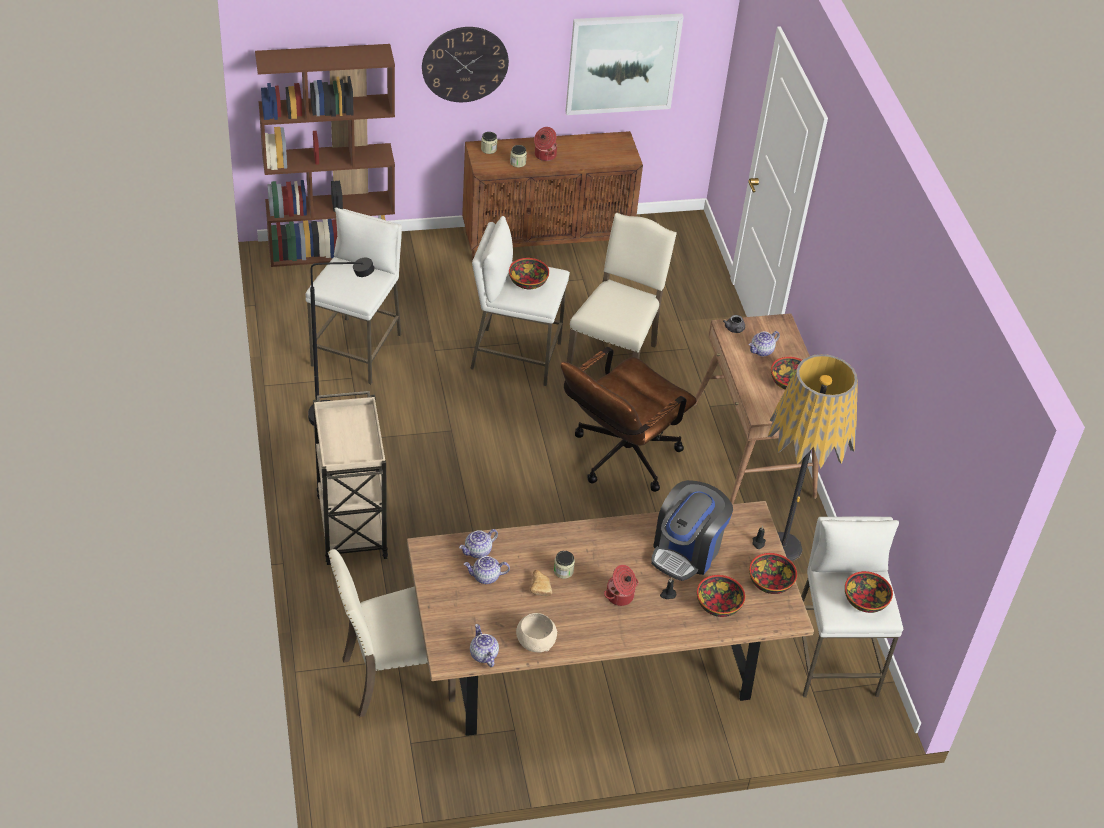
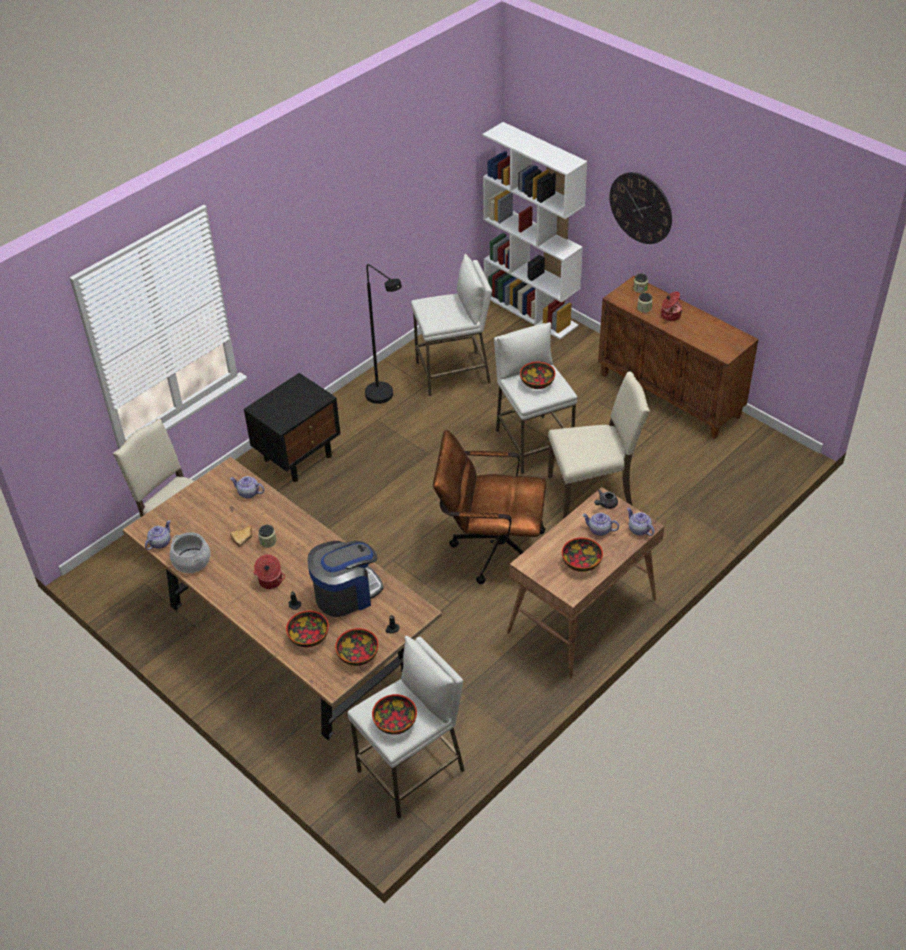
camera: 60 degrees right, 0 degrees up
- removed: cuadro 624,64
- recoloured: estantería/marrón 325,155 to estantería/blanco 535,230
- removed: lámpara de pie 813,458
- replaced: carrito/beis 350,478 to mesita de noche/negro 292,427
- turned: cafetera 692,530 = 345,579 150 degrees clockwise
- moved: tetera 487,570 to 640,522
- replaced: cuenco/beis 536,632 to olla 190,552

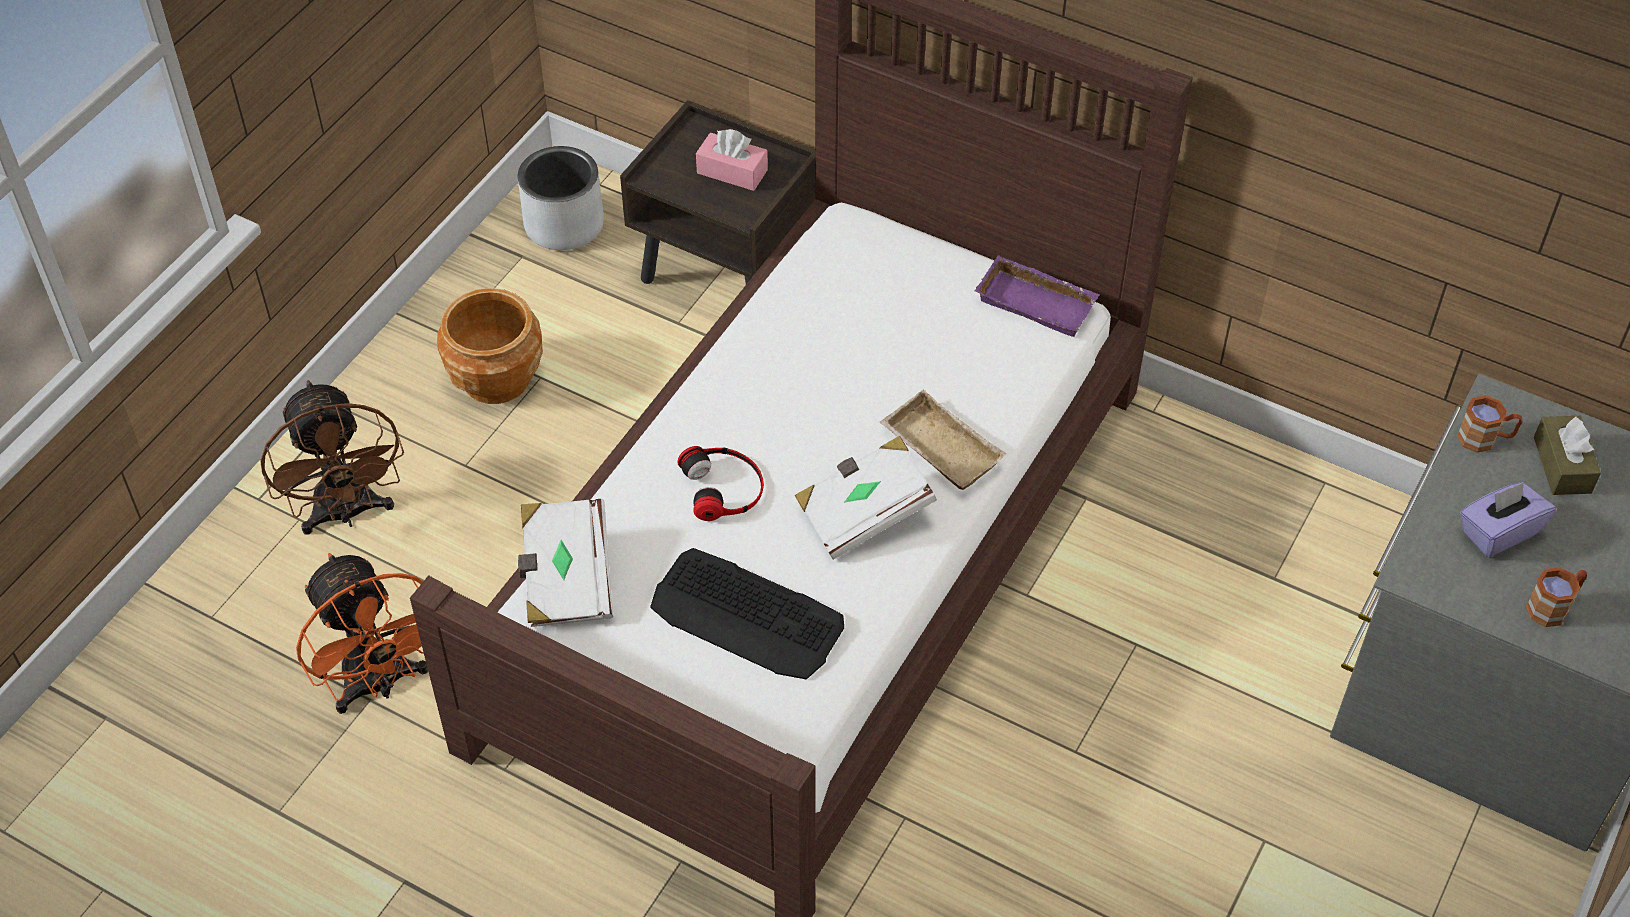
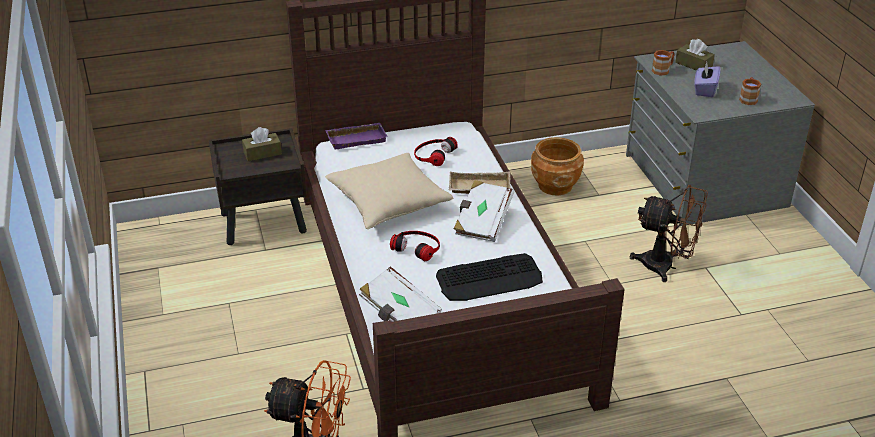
camera: 45 degrees left, 15 degrees down
- recoloured: caja de pañuelos/rosa 732,160 to caja de pañuelos/marrón 262,144
- removed: maceta/gris 561,198
- moved: bandeja/morado 1037,296 to 356,136
- moved: maceta/marrón 490,346 to 557,166
- moved: ventilador/marrón 332,457 to 669,233
- added: auriculares 436,151
- added: cojín/beis 389,191

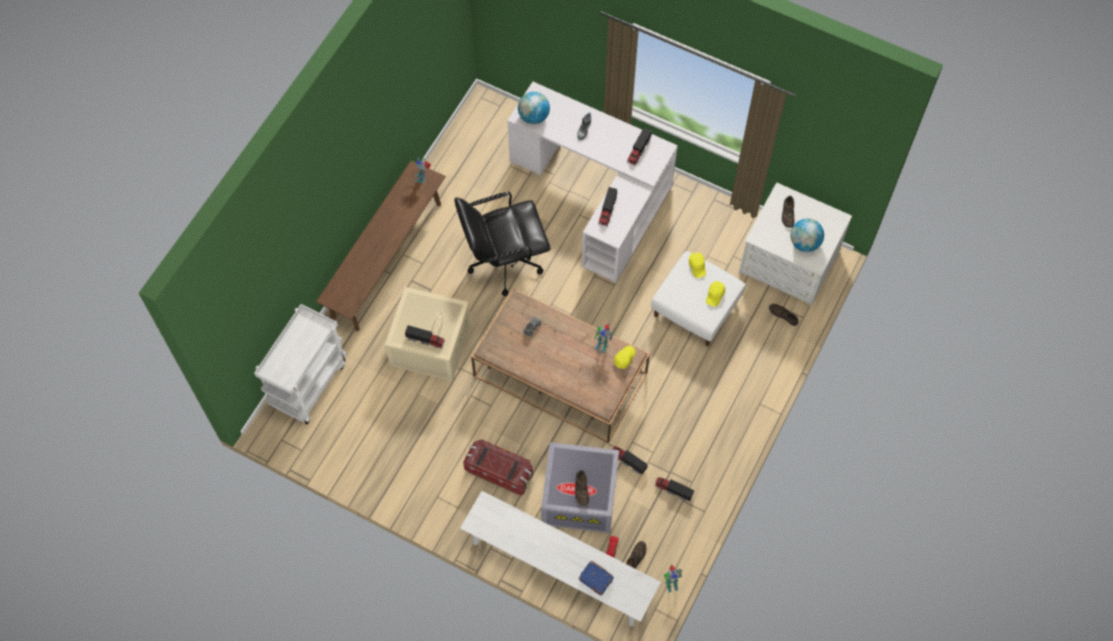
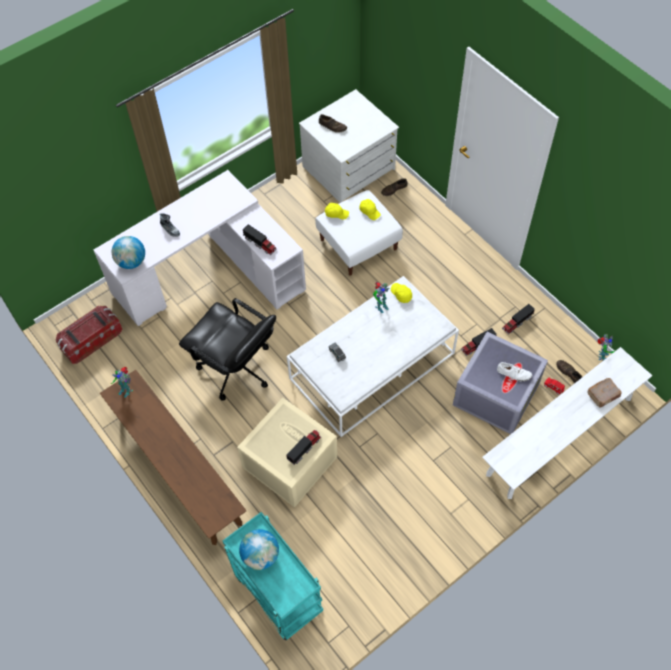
camera: 65 degrees left, 5 degrees down
- removed: camión de juguete 639,147
- turned: silla de oficina/negro 502,244 = 227,349 60 degrees counterclockwise
- moved: globo terráqueo 807,235 to 259,549
- recoloured: mesa de centro/marrón 560,365 to mesa de centro/blanco 373,356
- recoloured: carrito/blanco 300,364 to carrito/turquesa 273,576
- moved: caja de almacenaje 498,467 to 88,335
- recoloured: zapato/marrón 582,488 to zapato/blanco 514,371
- recoloured: libro/azul 596,578 to libro/marrón 605,393

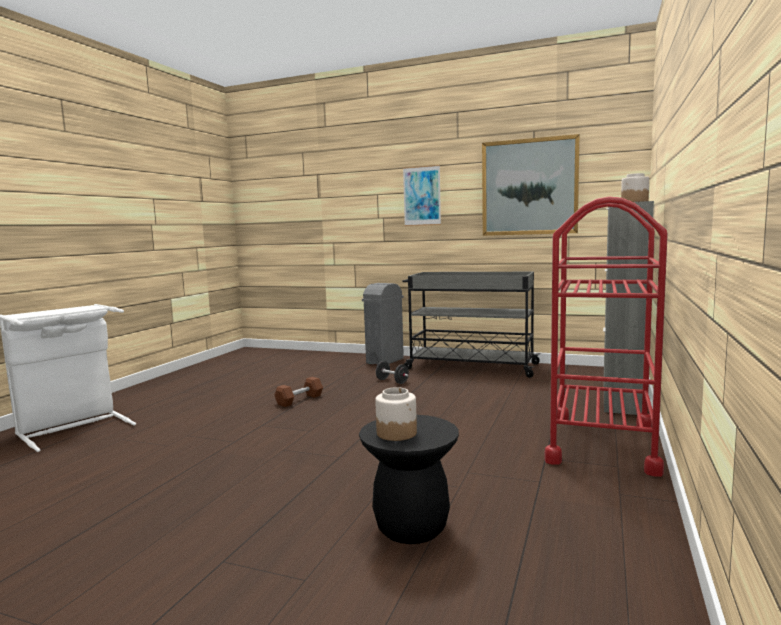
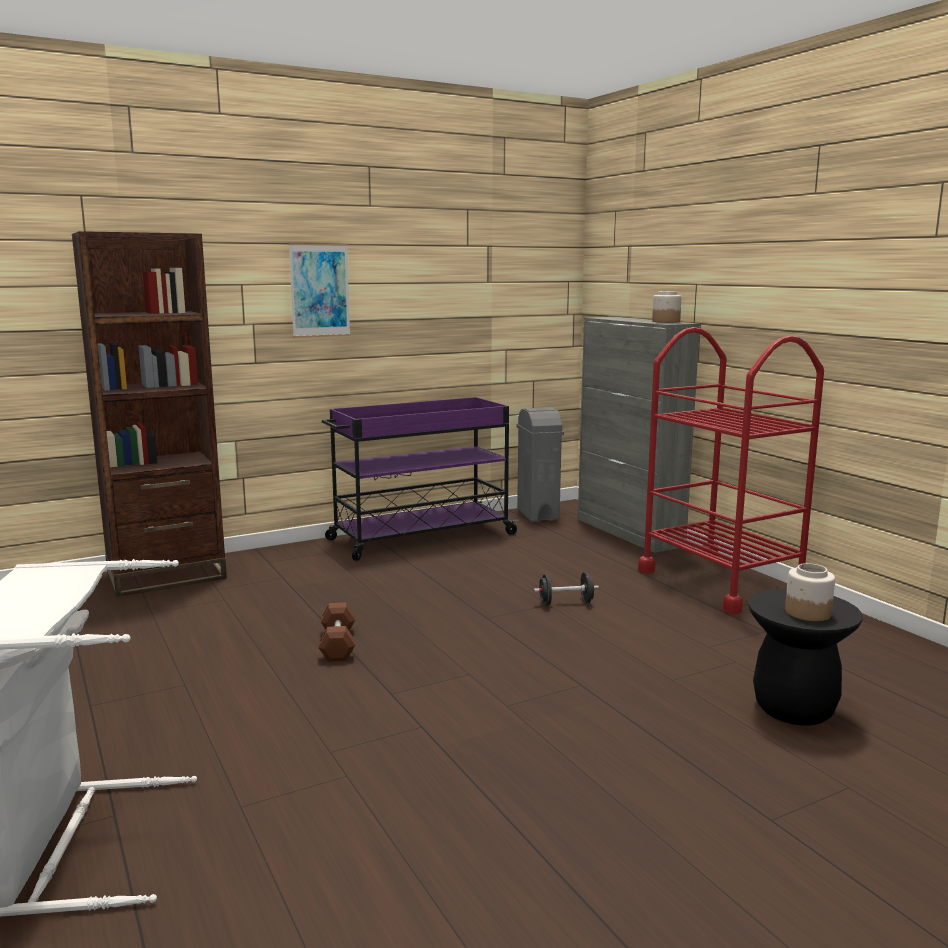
camera: 50 degrees left, 5 degrees up
- removed: cuadro 531,185
- recoloured: carrito/gris 472,325 to carrito/morado 420,479
- moved: papelera/gris 383,323 to 540,464
- moved: mancuerna/negro 392,372 to 566,589
- added: estantería/marrón 149,414

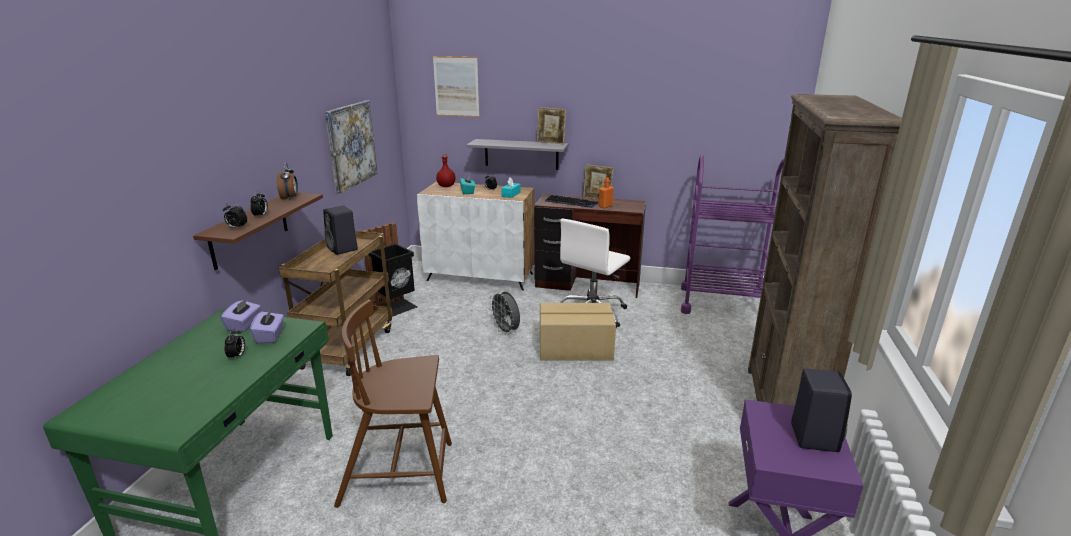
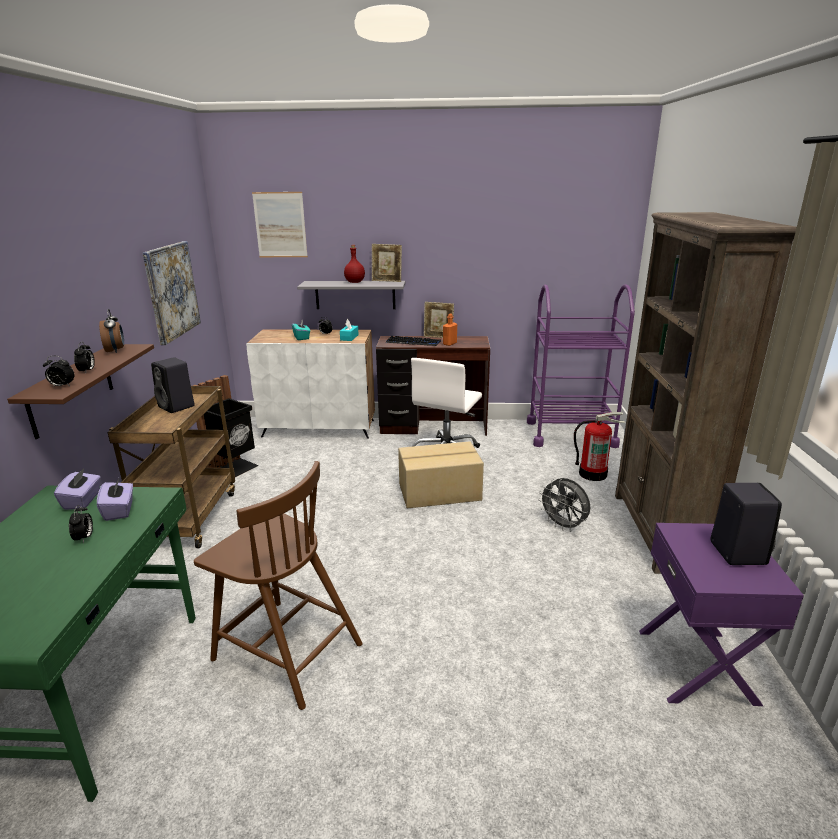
camera: 10 degrees left, 0 degrees up
- moved: botella/rojo 446,170 to 354,264
- moved: ventilador/gris 504,313 to 564,505
- turned: silla/marrón 393,404 = 278,585 135 degrees counterclockwise
- added: extintor 599,446

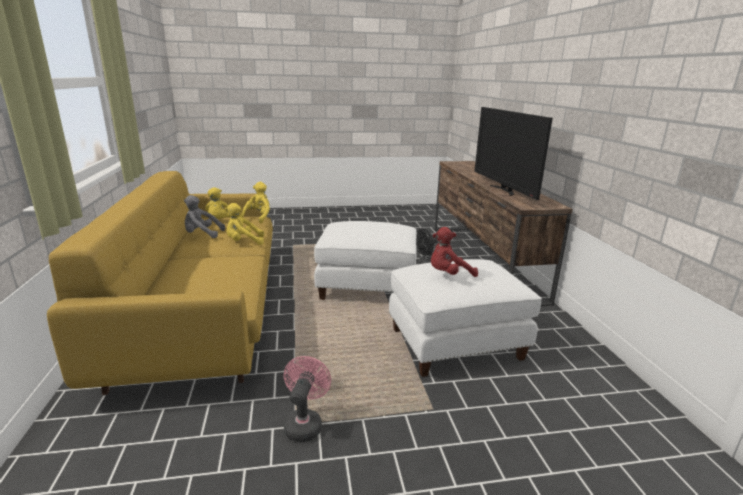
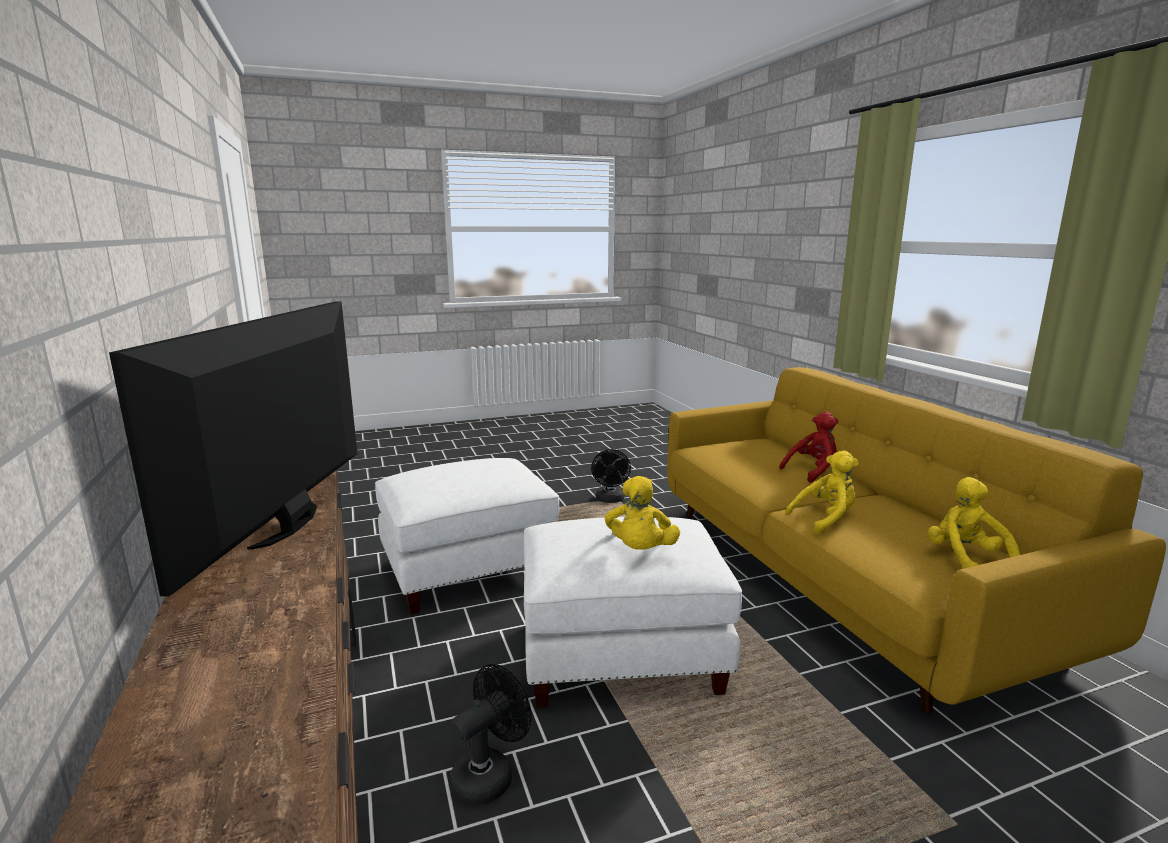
camera: 170 degrees right, 5 degrees down
- turned: televisor 513,153 = 233,449 150 degrees counterclockwise
- moved: peluche/amarillo 255,202 to 642,513
- removed: peluche/gris 204,216
- moved: peluche/rojo 454,252 to 809,447
- recoloured: ventilador/rosa 307,399 to ventilador/negro 611,476

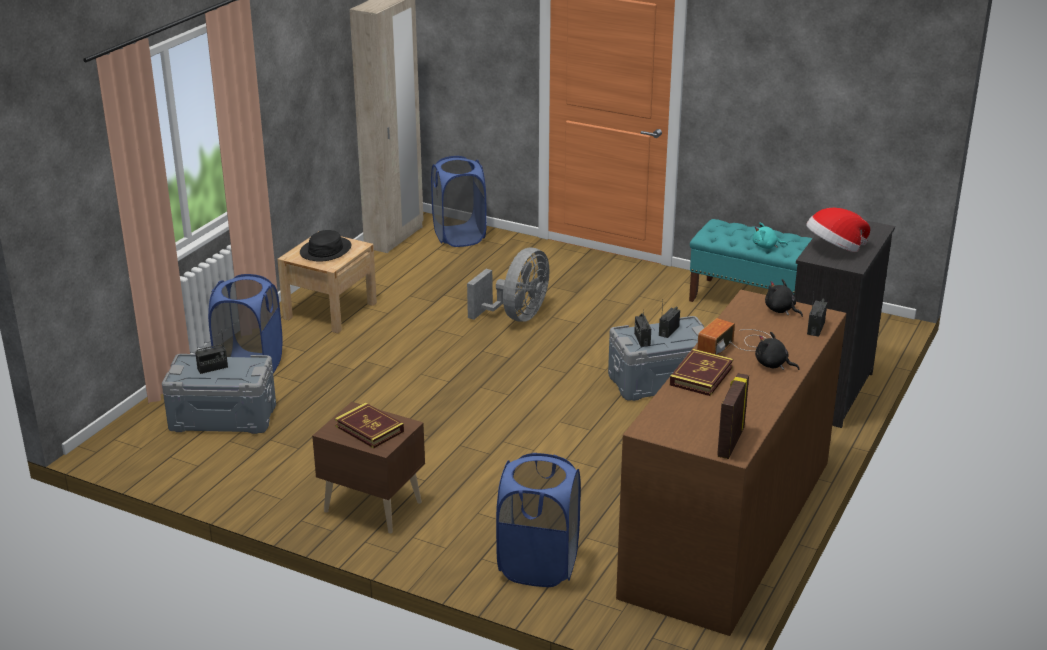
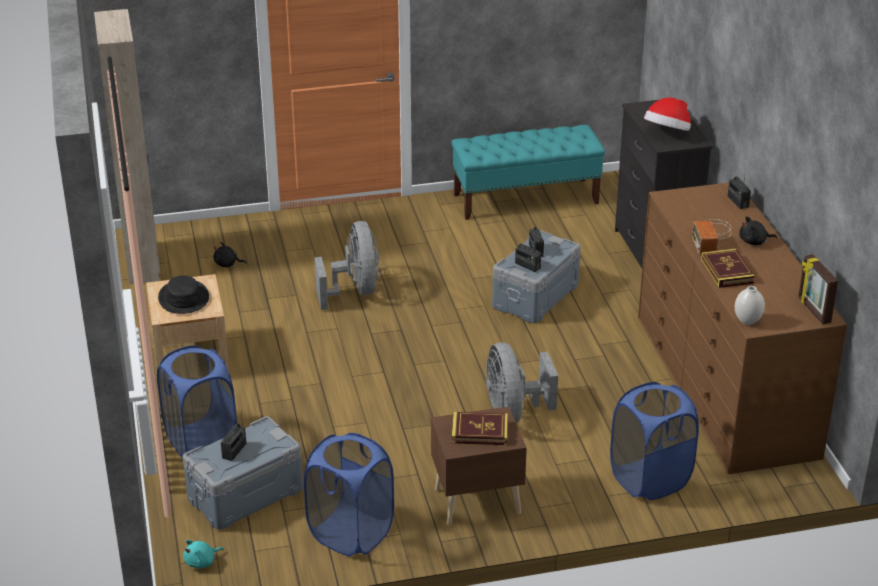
camera: 40 degrees left, 5 degrees up
- moved: cesto de la ropa/azul 459,201 to 349,494
- moved: peluche/turquesa 770,236 to 203,554
- moved: peluche/negro 784,298 to 230,254
- added: florero/blanco 750,305
- added: ventilador/gris 522,383

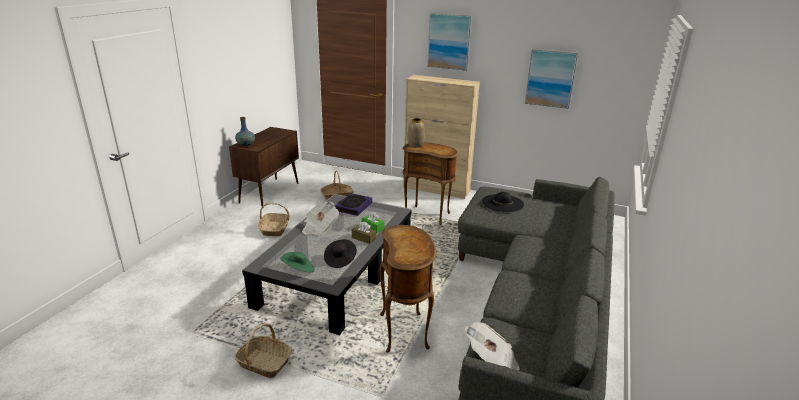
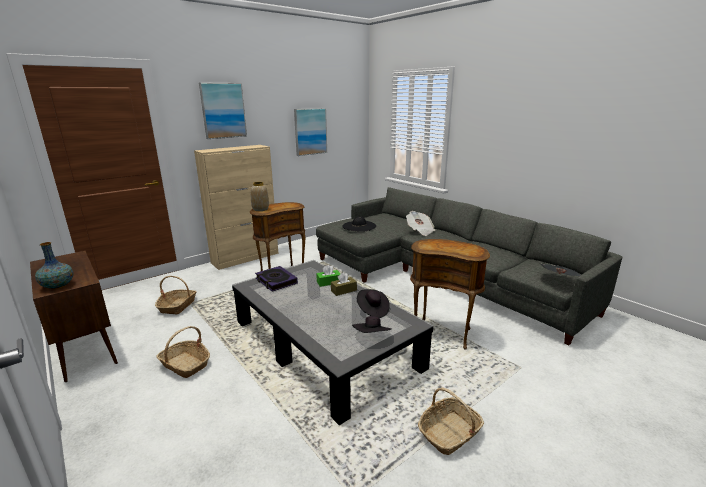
camera: 60 degrees left, 5 degrees down
- moved: periódico 320,218 to 420,223
- recoloured: sombrero/verde 297,262 to sombrero/negro 372,324

